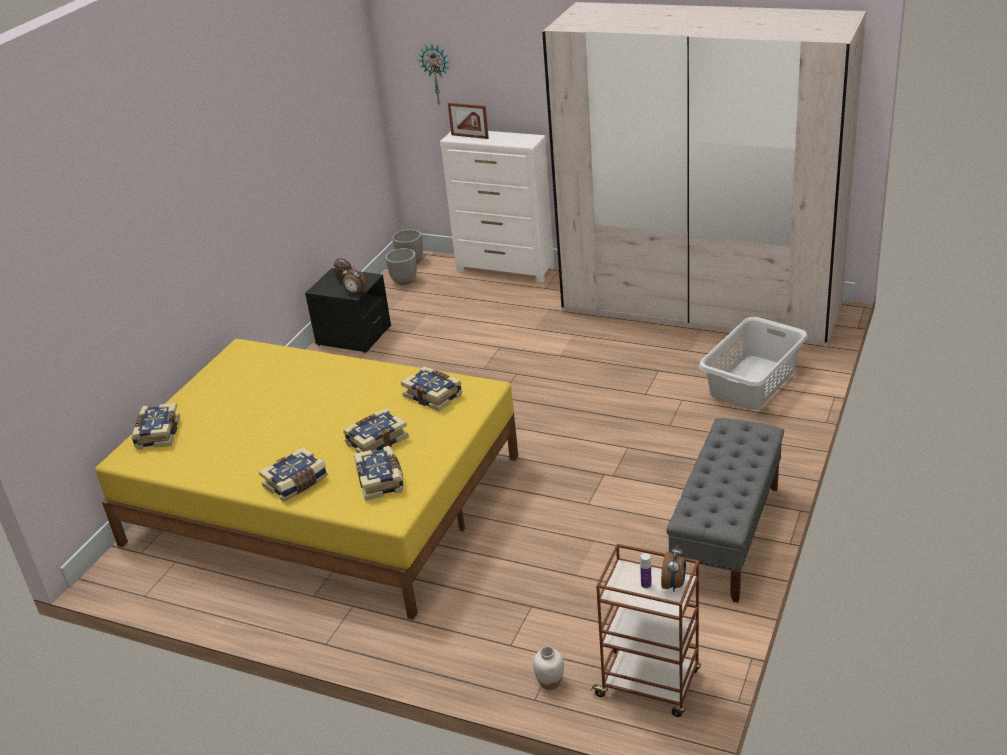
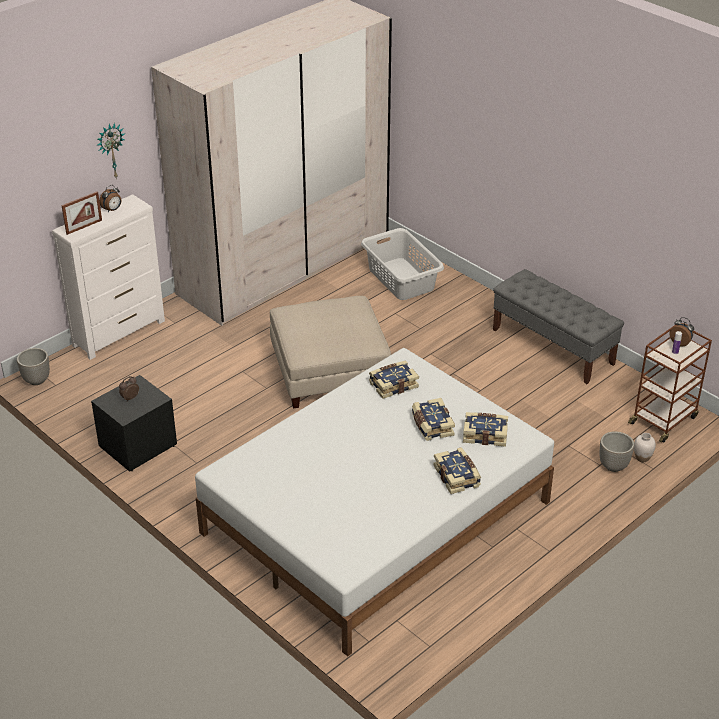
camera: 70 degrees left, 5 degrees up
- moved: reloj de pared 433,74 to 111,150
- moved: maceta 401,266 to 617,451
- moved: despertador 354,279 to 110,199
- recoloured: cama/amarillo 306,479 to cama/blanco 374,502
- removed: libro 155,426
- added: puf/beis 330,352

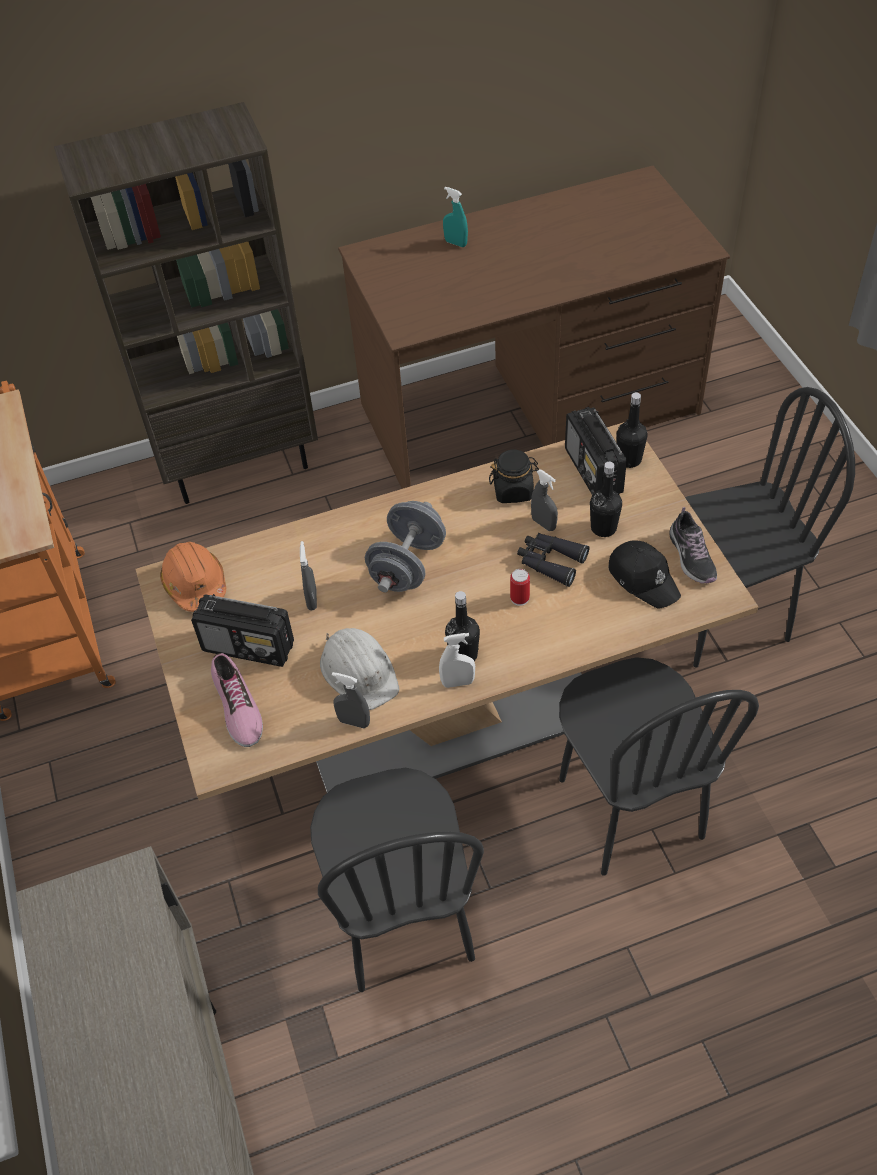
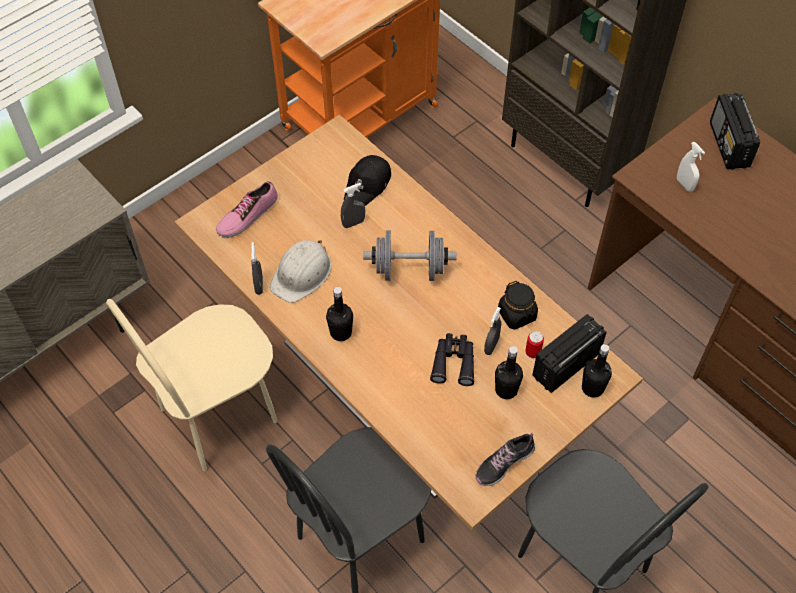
camera: 65 degrees right, 5 degrees up
- removed: pulverizador/turquesa 455,217
- moved: gorra/negro 645,574 to 367,180
- removed: casco/naranja 193,577
- moved: lata 520,587 to 534,345
- moved: radio 242,630 to 735,131
- moved: pulverizador/blanco 457,660 to 691,167
- recoloured: silla/negro 397,880 to silla/beis 191,385

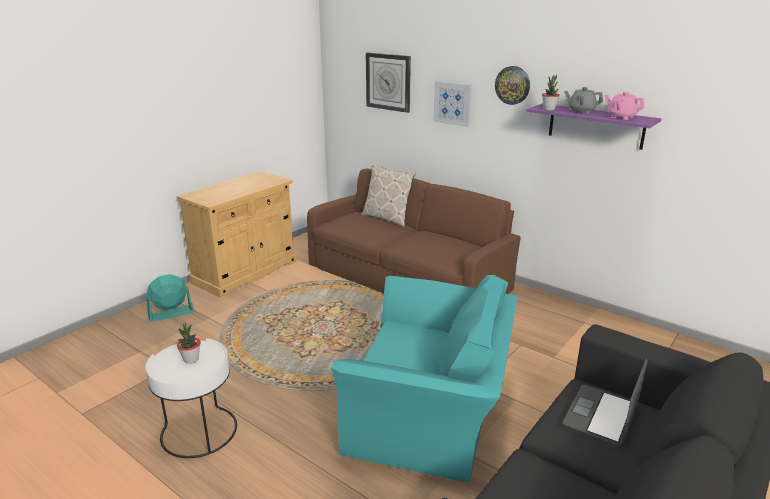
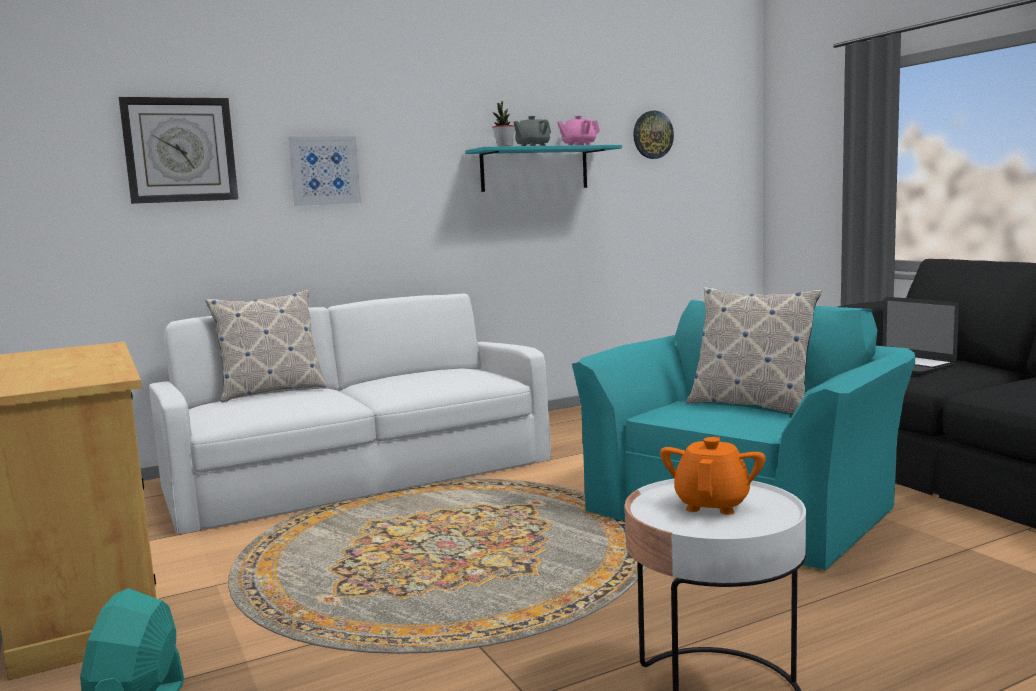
camera: 65 degrees left, 15 degrees down
- moved: reloj de pared 512,85 to 653,135
- recoloured: estante/morado 593,127 to estante/turquesa 543,168
- recoloured: sofá/marrón 414,231 to sofá/blanco 350,414
- replaced: planta en maceta 188,343 to tetera/naranja 712,476
- added: cojín 754,350

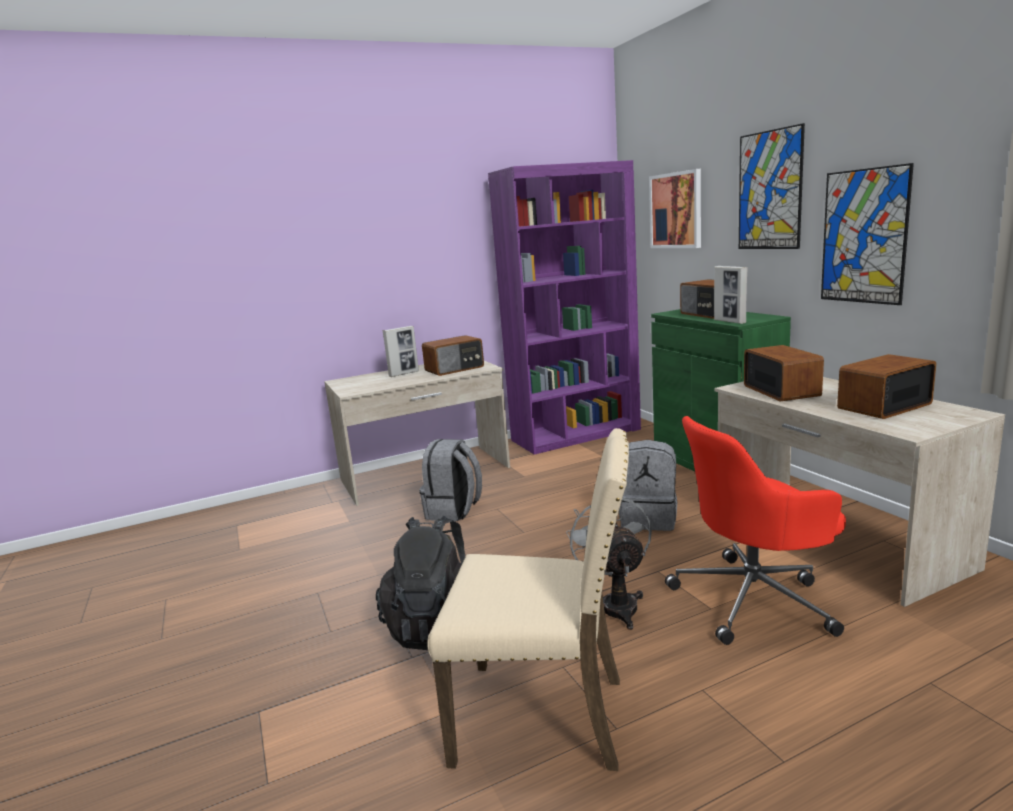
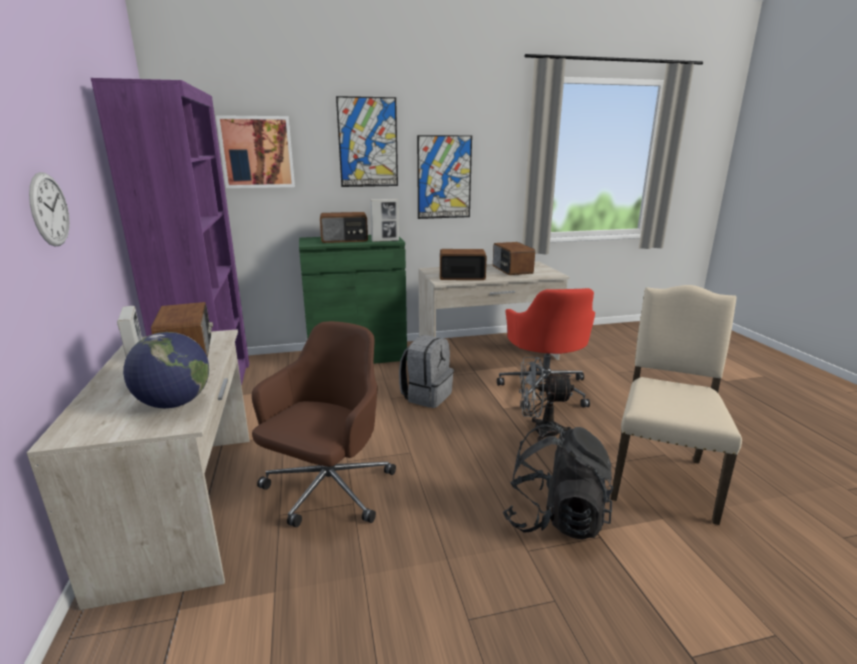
camera: 80 degrees left, 5 degrees up
- replaced: mochila/gris 450,480 to silla de oficina/marrón 324,424
- added: reloj de pared 49,209
- added: globo terráqueo 166,370

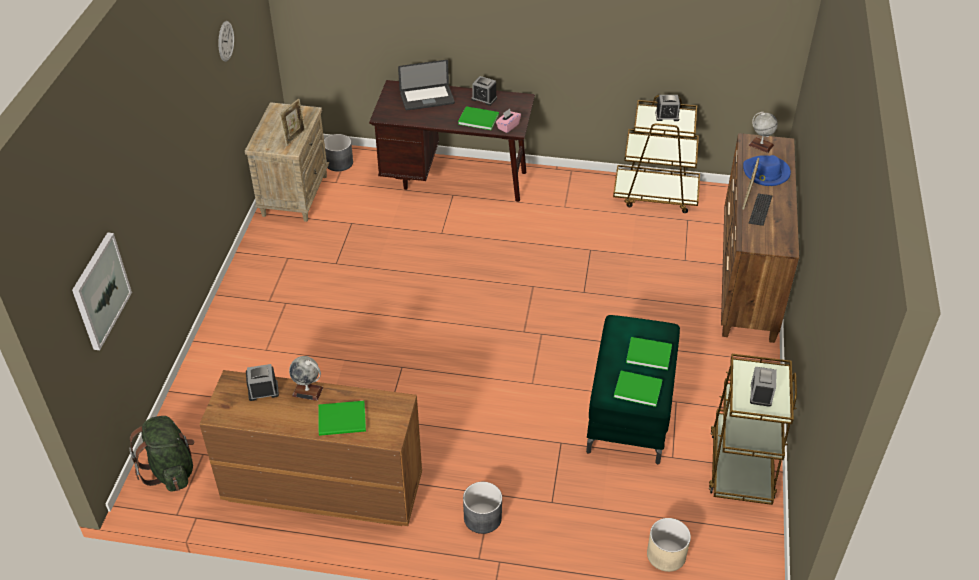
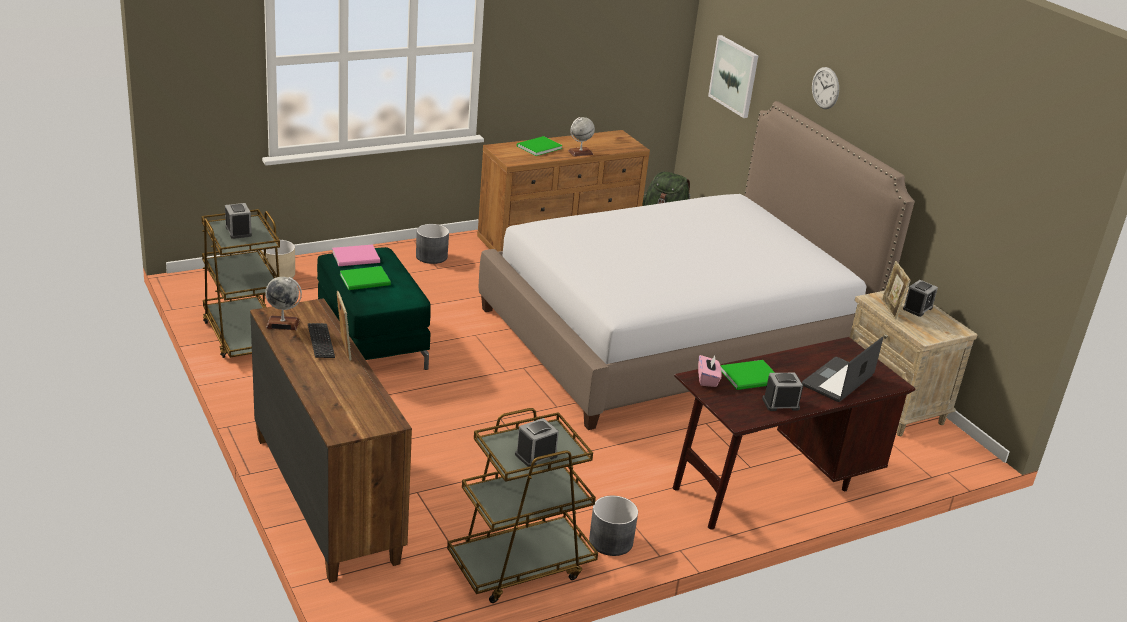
camera: 140 degrees right, 15 degrees down
- moved: reloj de pared 226,41 to 825,88
- moved: globo terráqueo 763,132 to 283,303
- moved: maceta/gris 338,152 to 613,526
- removed: sombrero/azul 767,170
- moved: despertador 262,382 to 920,298
- recoloured: libro/verde 638,389 to libro/rosa 356,255
- added: cama 697,265

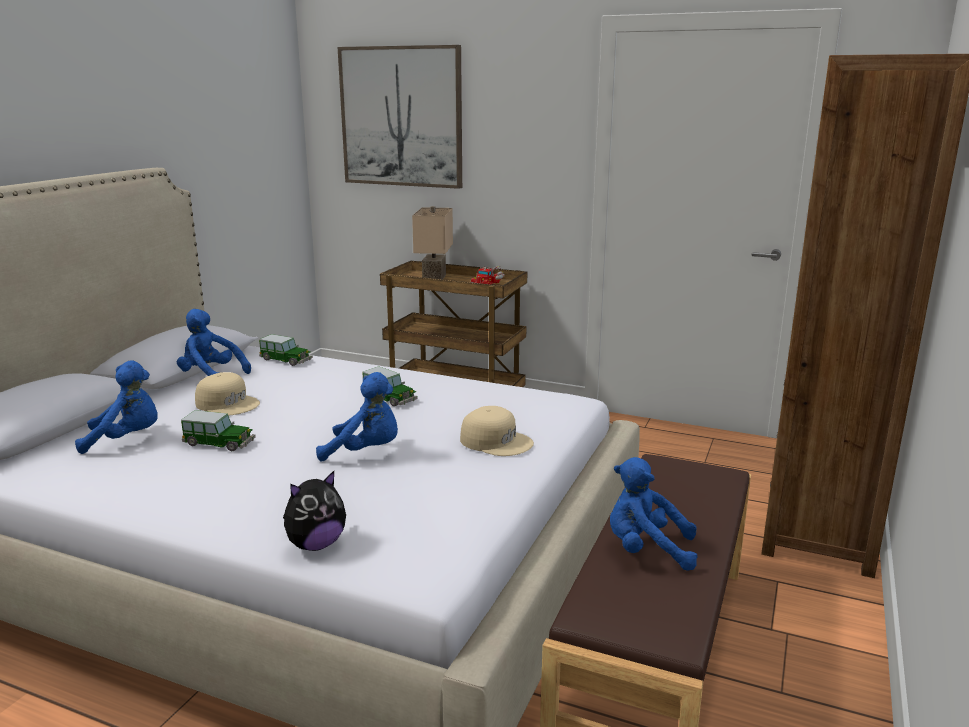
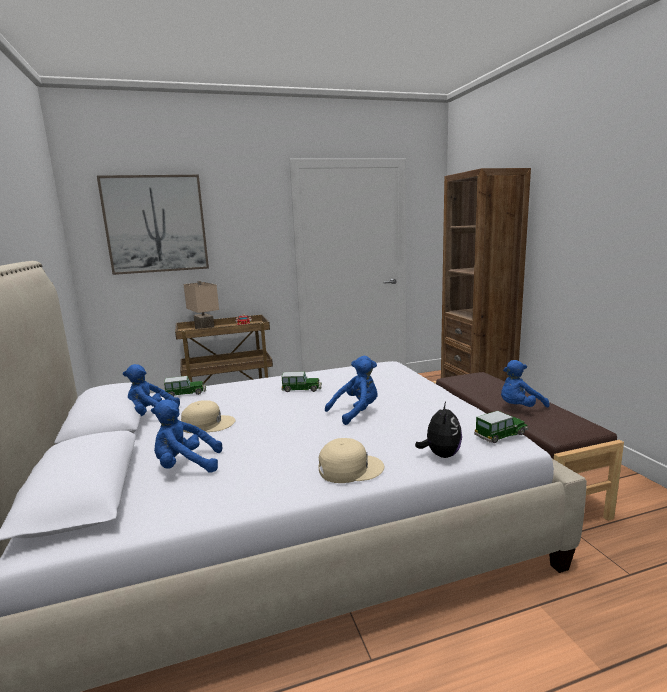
camera: 40 degrees left, 5 degrees down
- turned: peluche/azul 116,407 = 186,436 135 degrees counterclockwise
- moved: gorra/beis 497,431 to 351,460
- moved: coche de juguete 218,430 to 501,427

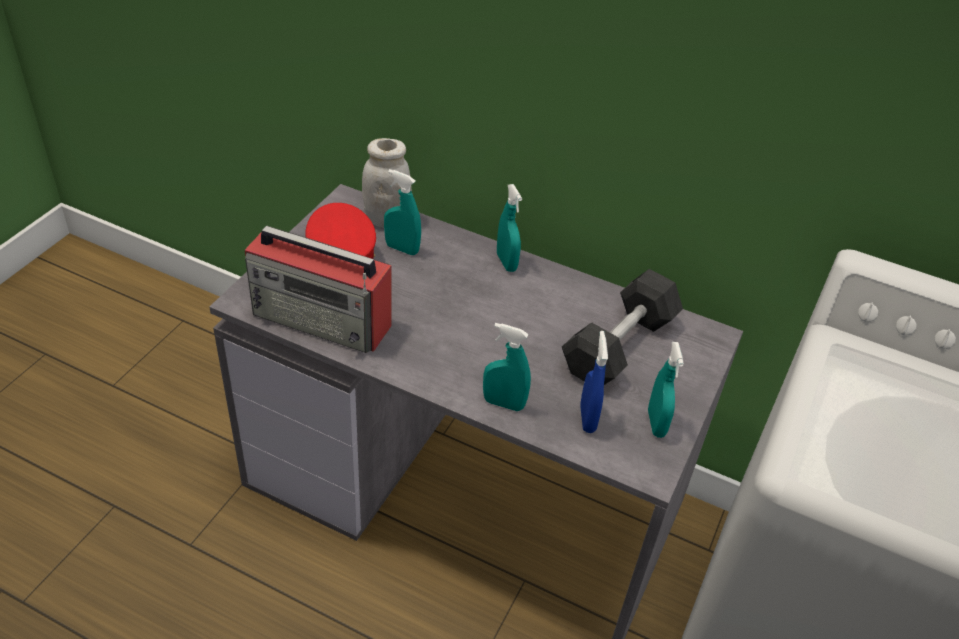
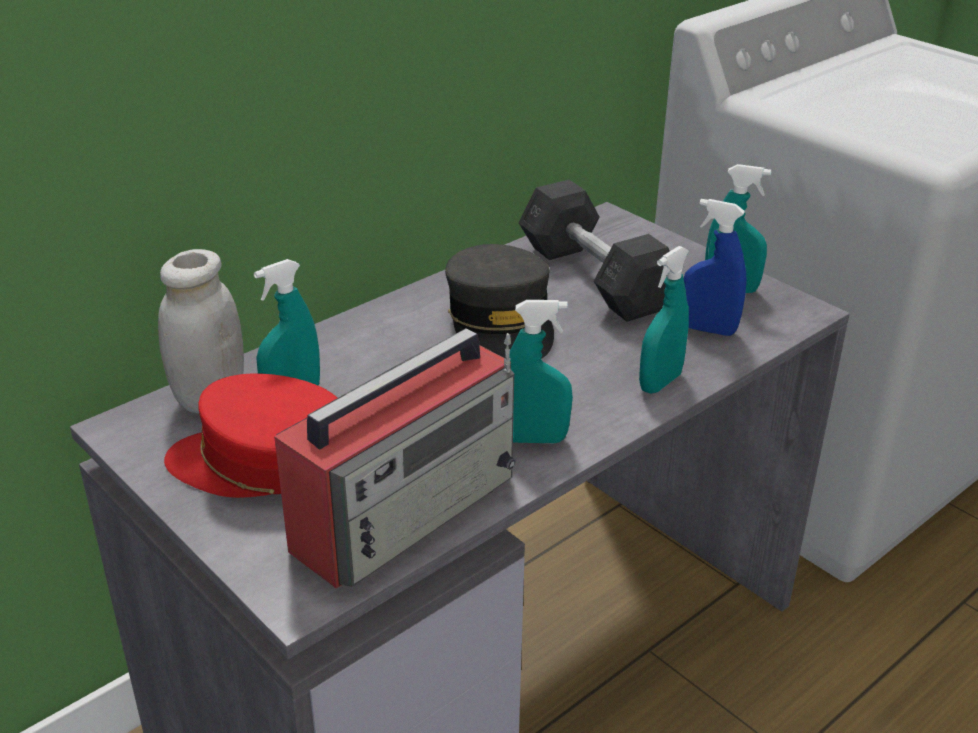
camera: 65 degrees left, 10 degrees down
- moved: pulverizador/turquesa 509,228 to 541,371
- added: gorra/gris 499,301

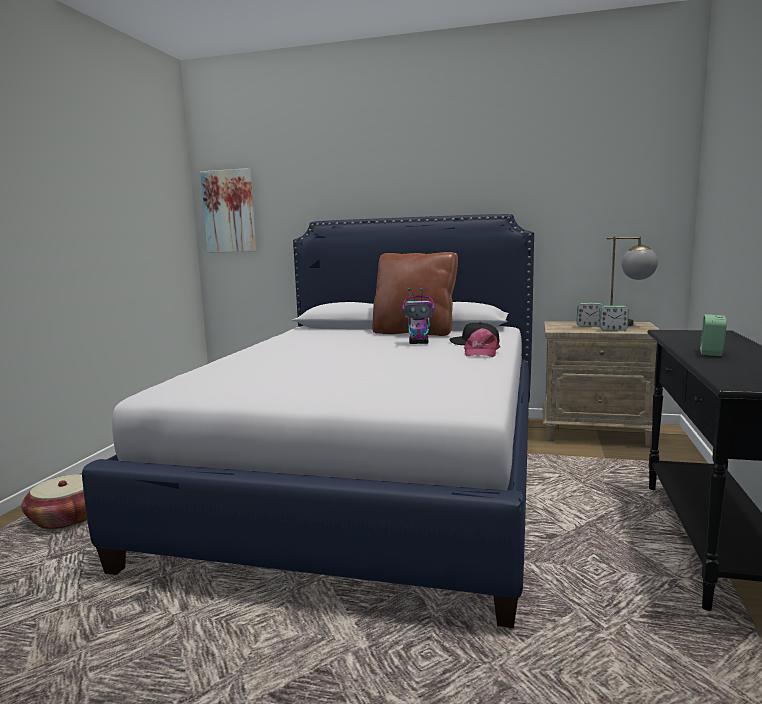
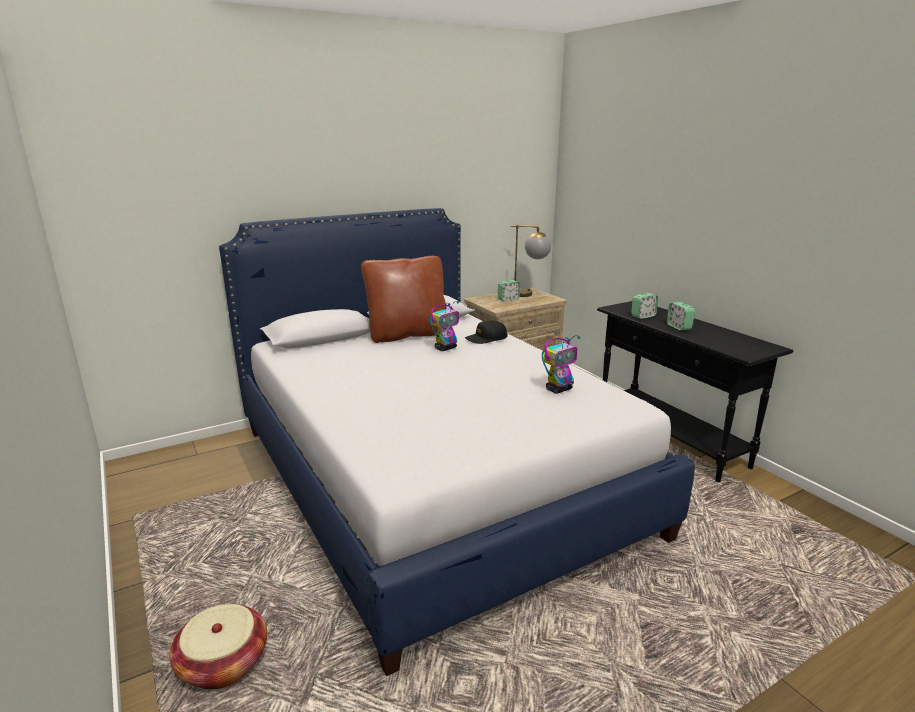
camera: 45 degrees left, 10 degrees up
- removed: cuadro 228,210
- moved: despertador 614,318 to 644,306
- removed: gorra/rosa 482,342
- added: robot de juguete 561,364

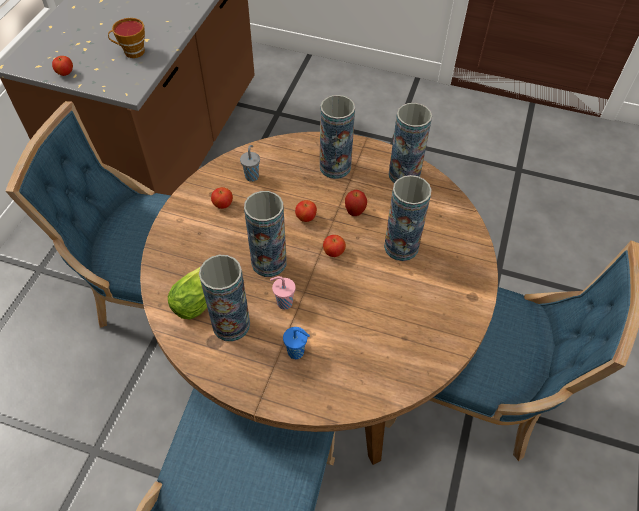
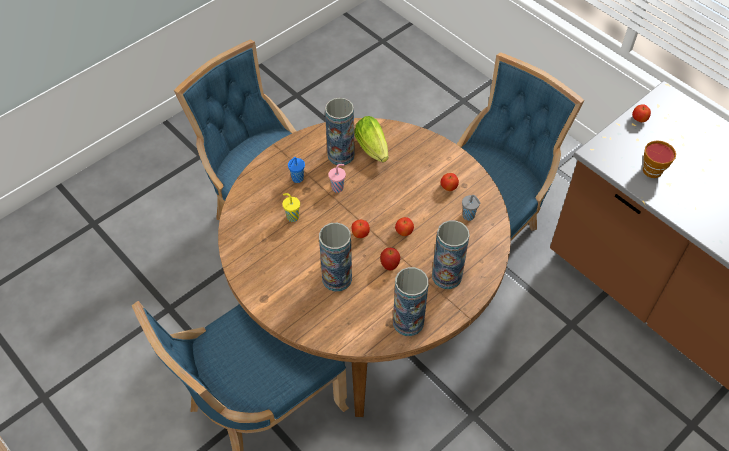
camera: 120 degrees right, 0 degrees up
- removed: florero 265,234
- added: taza/amarillo 291,207

